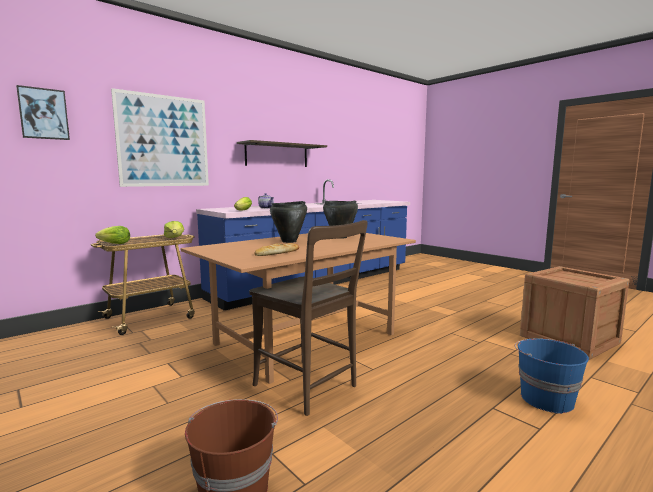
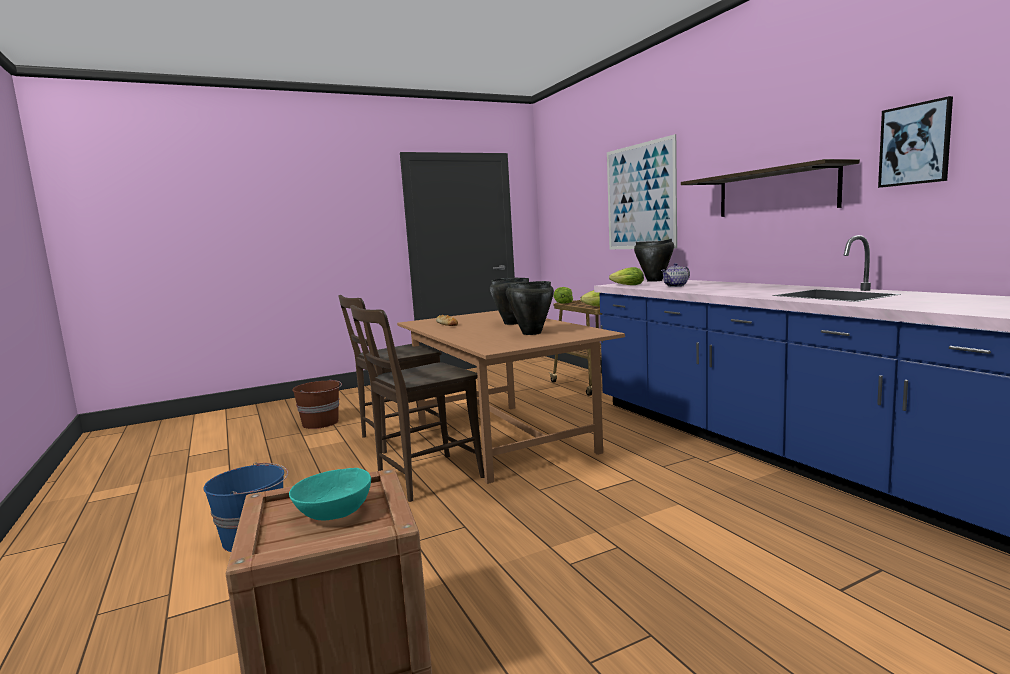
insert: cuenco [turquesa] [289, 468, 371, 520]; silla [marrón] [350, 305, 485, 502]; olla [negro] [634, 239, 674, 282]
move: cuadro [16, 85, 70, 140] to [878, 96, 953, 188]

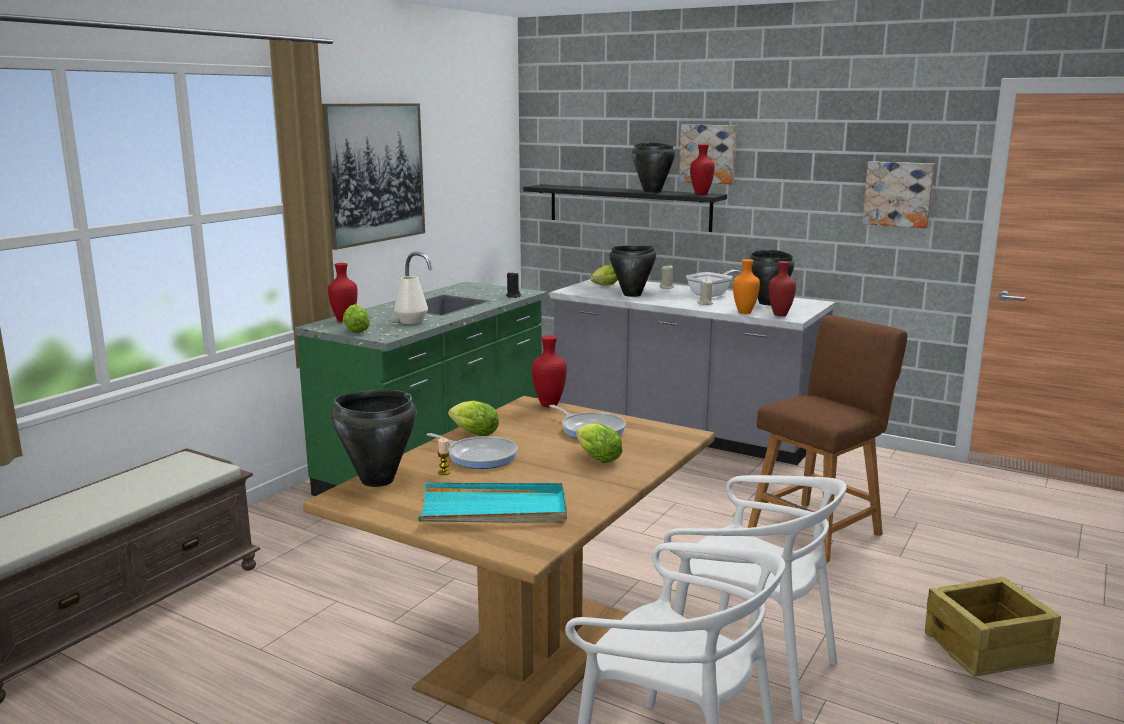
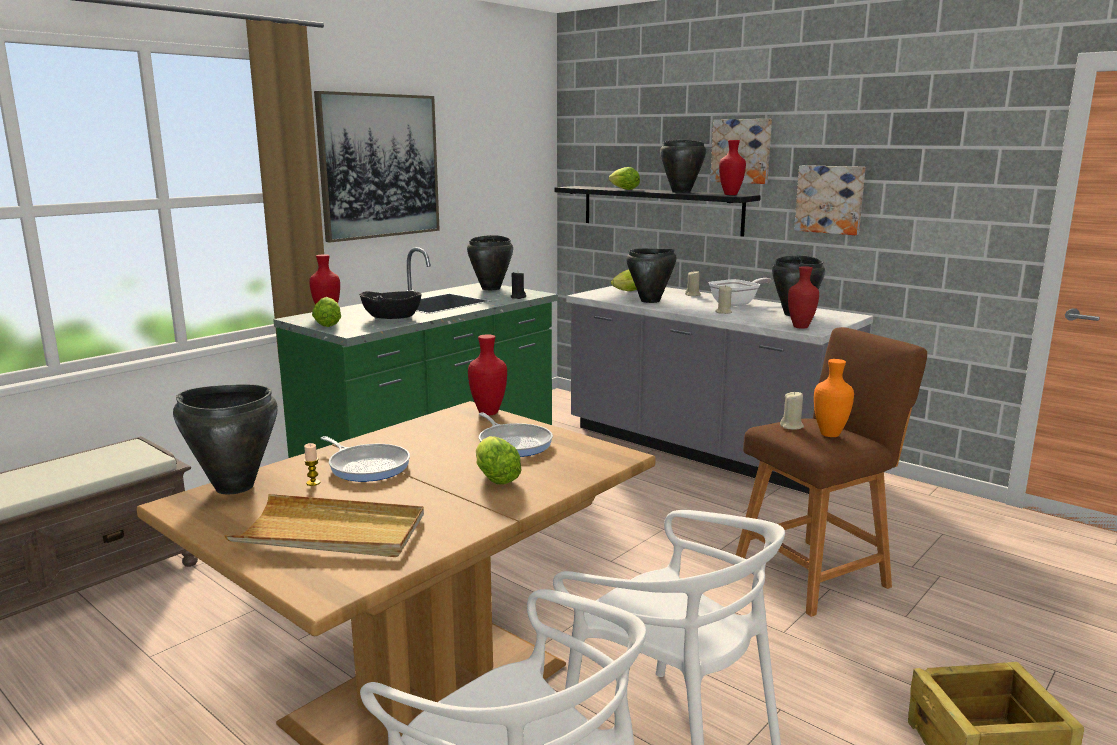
insert: olla [negro] [467, 235, 513, 290]; vela [beis] [780, 391, 804, 430]
move: lechuga [448, 401, 499, 436] to [609, 167, 640, 190]; florero [naranja] [733, 259, 760, 314] to [814, 359, 854, 437]; cuadro [862, 161, 935, 228] to [794, 165, 866, 235]
replace: florero [blanco] [394, 276, 428, 324] to cuenco [negro] [359, 291, 421, 319]
recolor: bandeja [turquesa] [418, 482, 567, 523] to bandeja [beis] [224, 494, 424, 557]

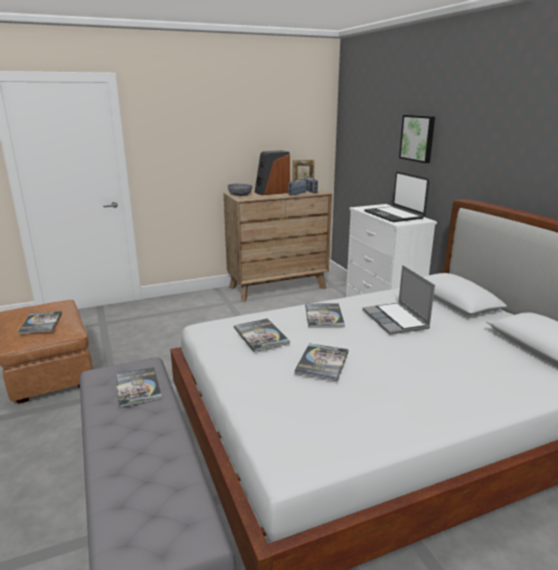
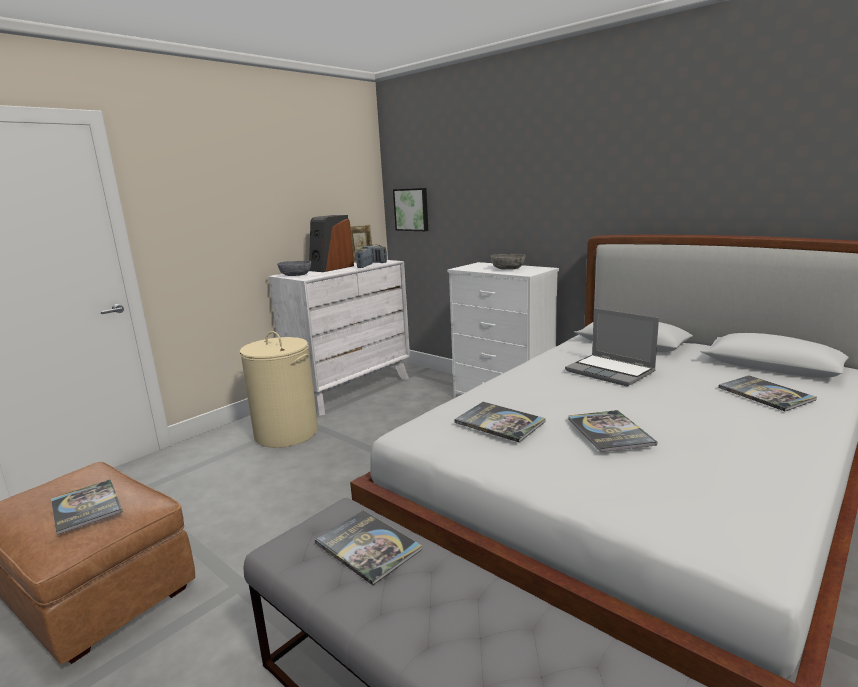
insert: cesto de la ropa [beis] [239, 331, 318, 448]
move: libro [305, 303, 345, 328] to [718, 375, 817, 411]; cuadro [399, 115, 435, 163] to [393, 188, 428, 231]
replace: portátil [364, 171, 429, 222] to cuenco [gris] [491, 254, 526, 270]
recolor: cómoda [marrón] [224, 189, 332, 302] to cómoda [blanco] [268, 260, 410, 416]

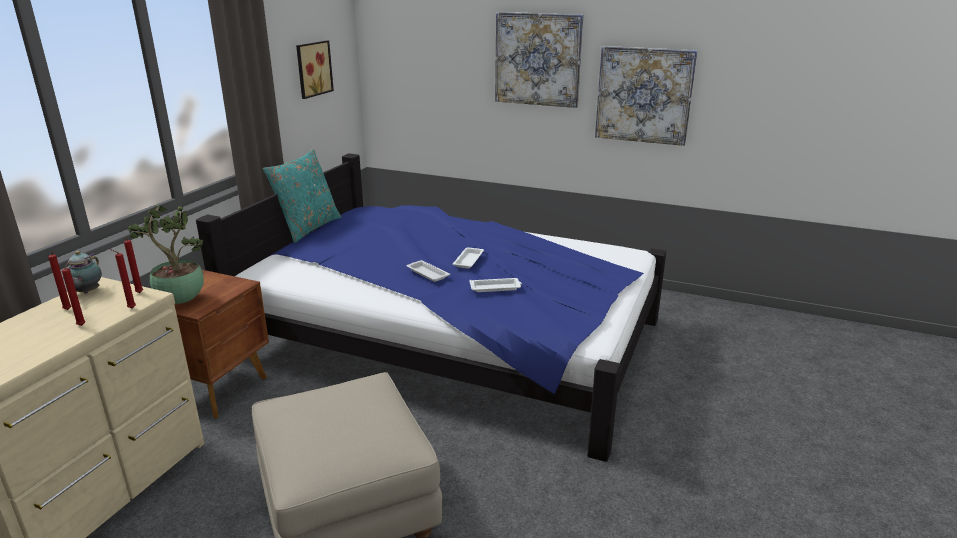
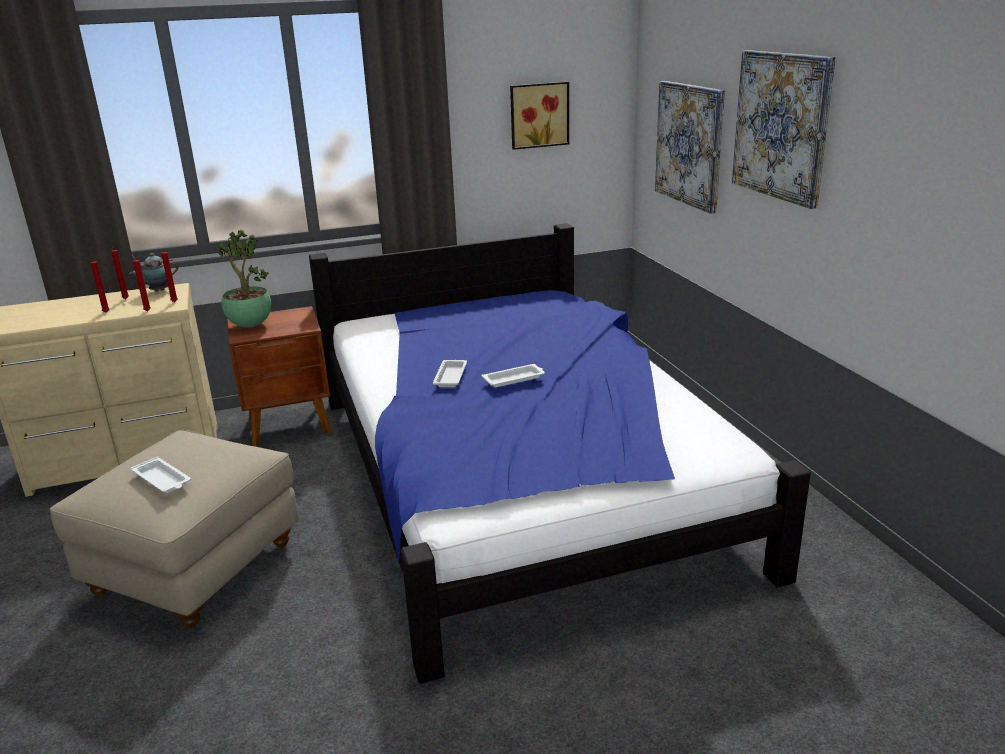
delete: cojín [turquesa] [263, 149, 341, 243]
move: bandeja [blanco] [469, 278, 522, 292] to [131, 456, 191, 493]; cuadro [595, 46, 698, 146] to [655, 81, 725, 214]

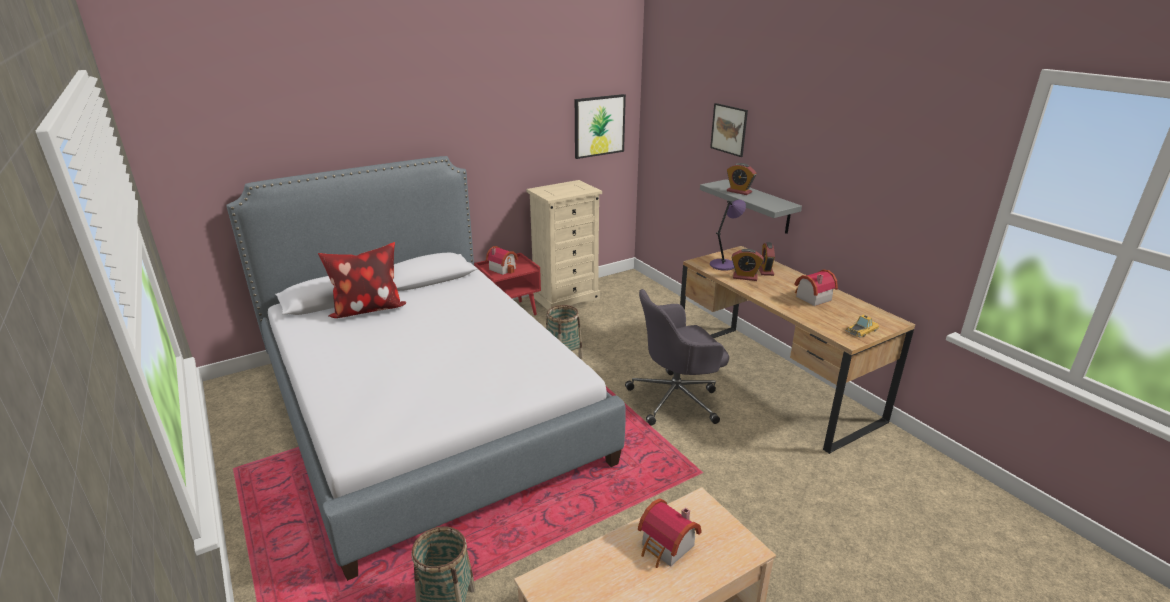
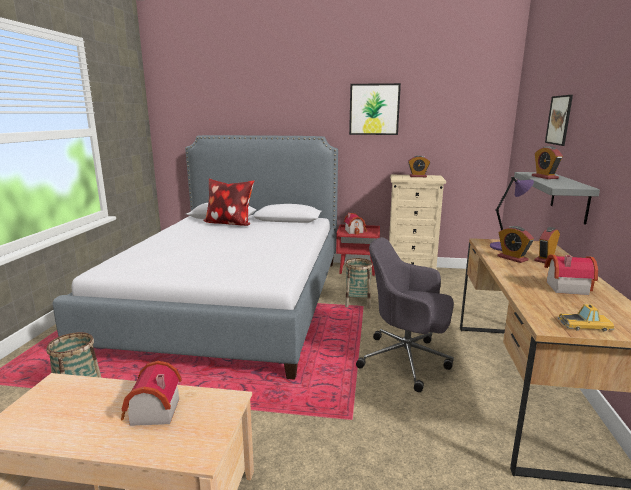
insert: despertador [408, 155, 430, 177]
move: cuadro [575, 94, 626, 159] to [349, 83, 401, 135]

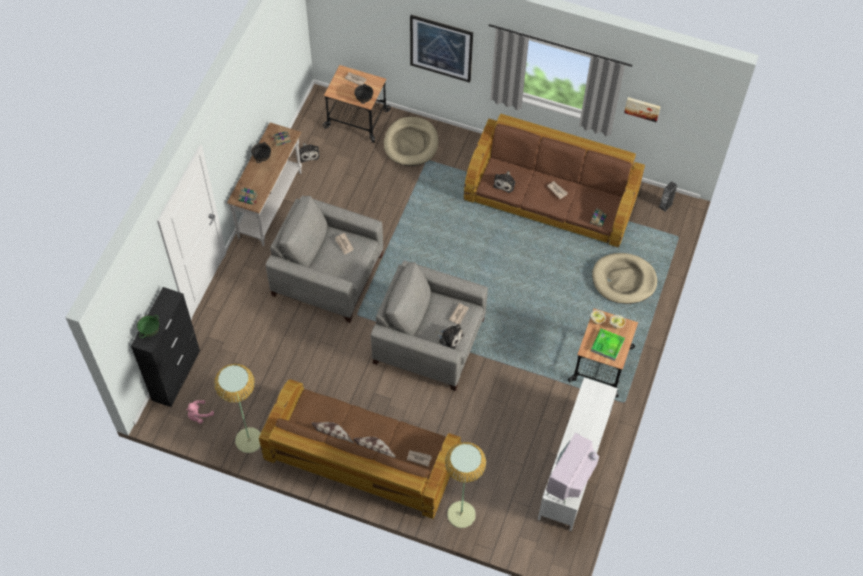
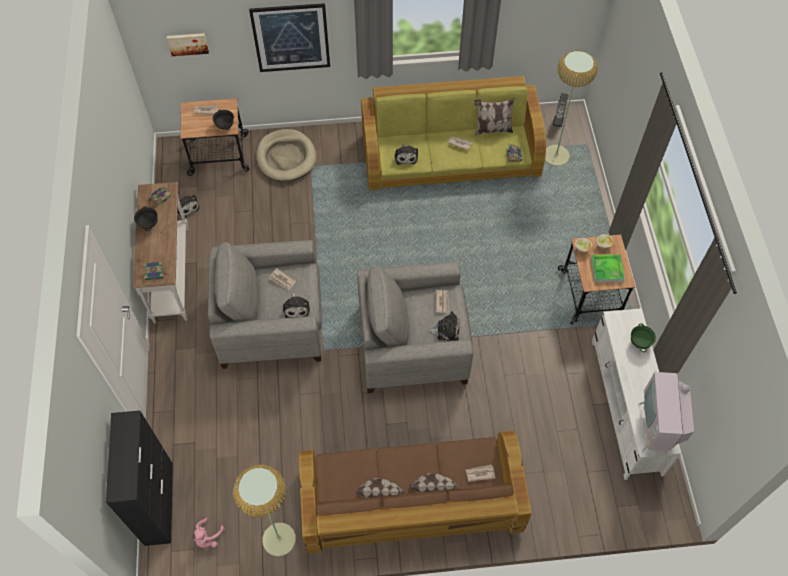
delete: cama para perro [beis] [592, 253, 657, 304]
insert: peluche [283, 292, 310, 318]; cojín [474, 98, 514, 136]
move: cuenco [verde] [137, 315, 159, 338] to [631, 323, 656, 352]; lámpara de pie [445, 442, 486, 528] to [545, 50, 598, 166]; cuadro [624, 97, 661, 122] to [167, 33, 209, 56]
recolor: sofá [marrón] [464, 114, 645, 248] to sofá [verde] [361, 76, 546, 191]

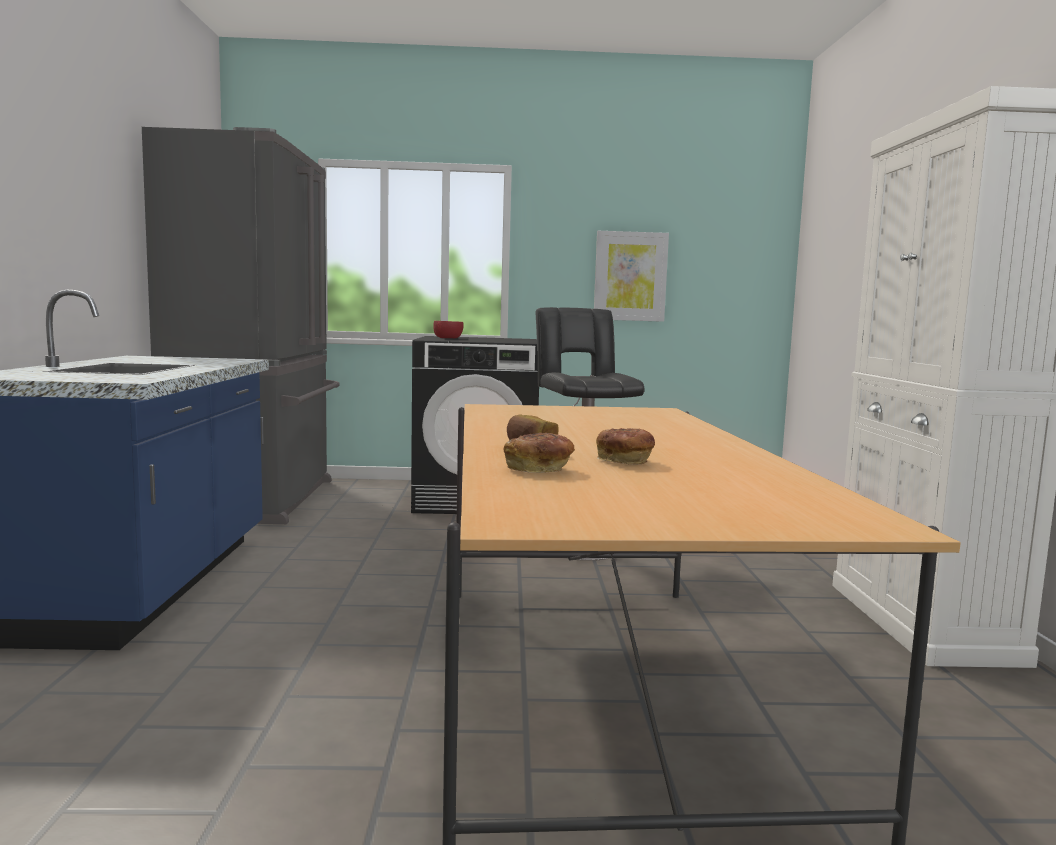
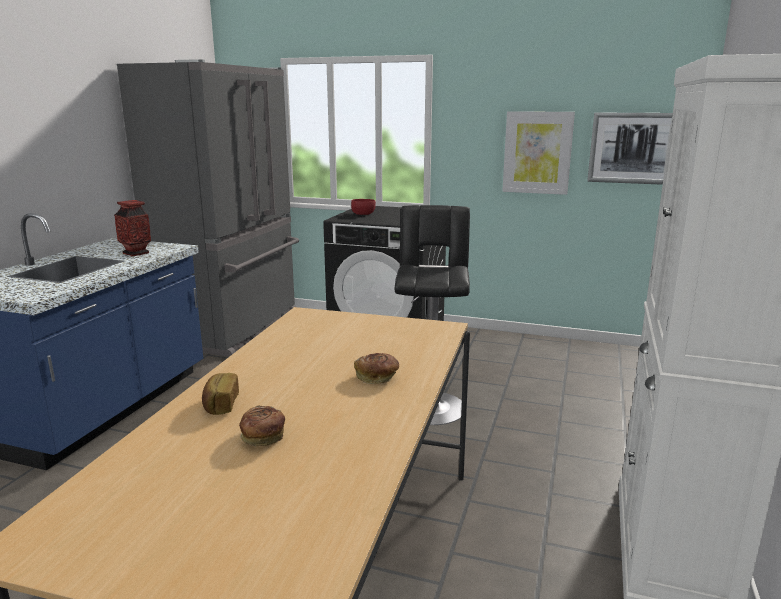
insert: florero [114, 200, 151, 256]; cuadro [587, 113, 673, 185]
move: pan [504, 433, 575, 473] to [354, 353, 399, 384]

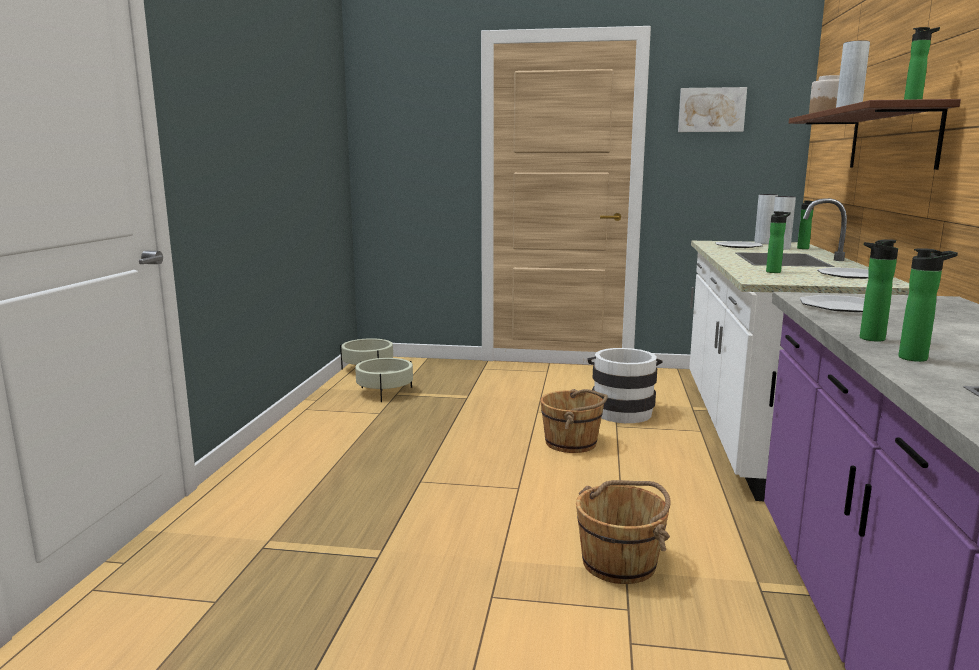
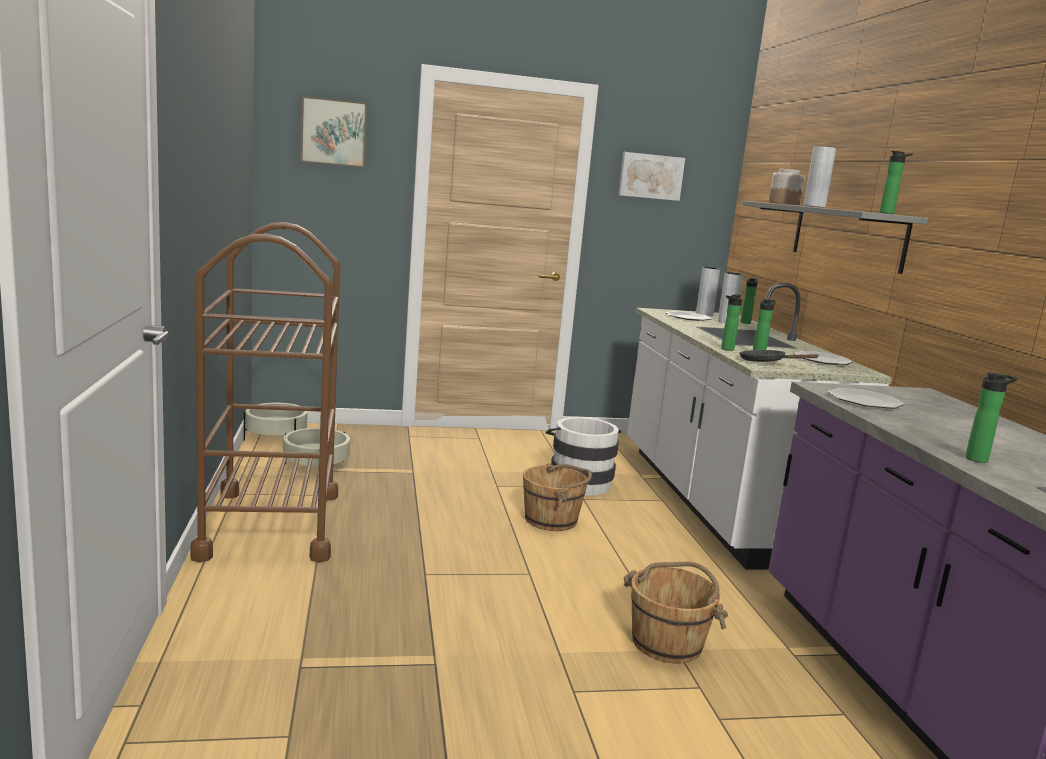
insert: carrito [marrón] [190, 222, 340, 562]; cuadro [300, 96, 367, 168]; sartén [negro] [740, 350, 820, 362]
move: botella [860, 239, 898, 342] to [721, 294, 742, 351]
recolor: estante [marrón] [789, 99, 961, 170] to estante [gris] [742, 201, 928, 274]

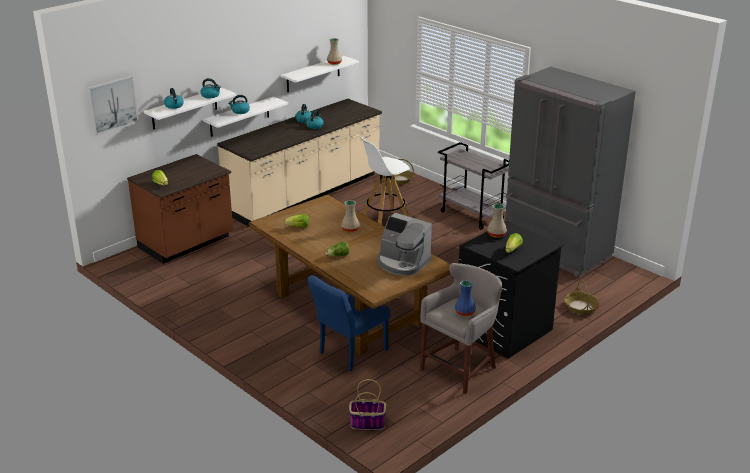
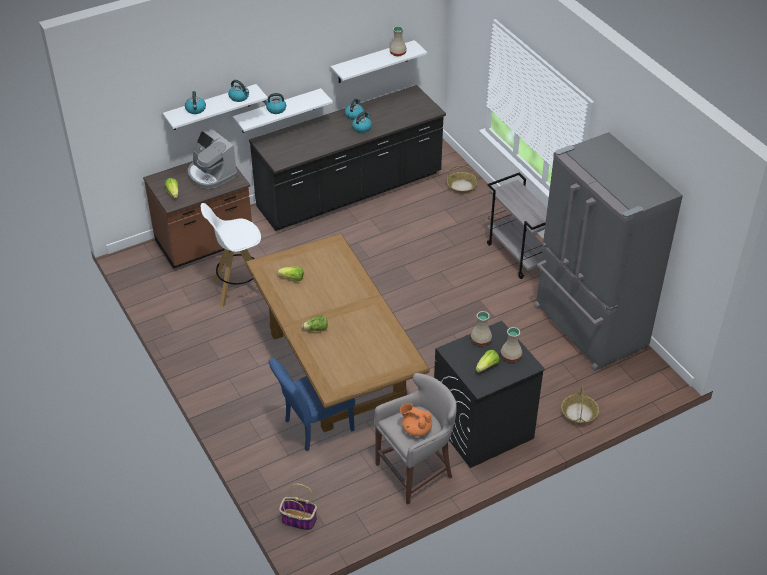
delete: cuadro [88, 76, 139, 135]
move: florero [beis] [341, 200, 360, 232] to [501, 327, 522, 361]; taburete [blanco] [361, 137, 410, 224] to [200, 203, 263, 307]; cafetera [377, 213, 432, 276] to [188, 128, 238, 189]
replace: florero [azul] [455, 280, 476, 316] to tetera [naranja] [400, 403, 432, 436]
recolor: mueble bajo de cocina [beis] [217, 99, 382, 227] to mueble bajo de cocina [negro] [249, 85, 446, 231]

